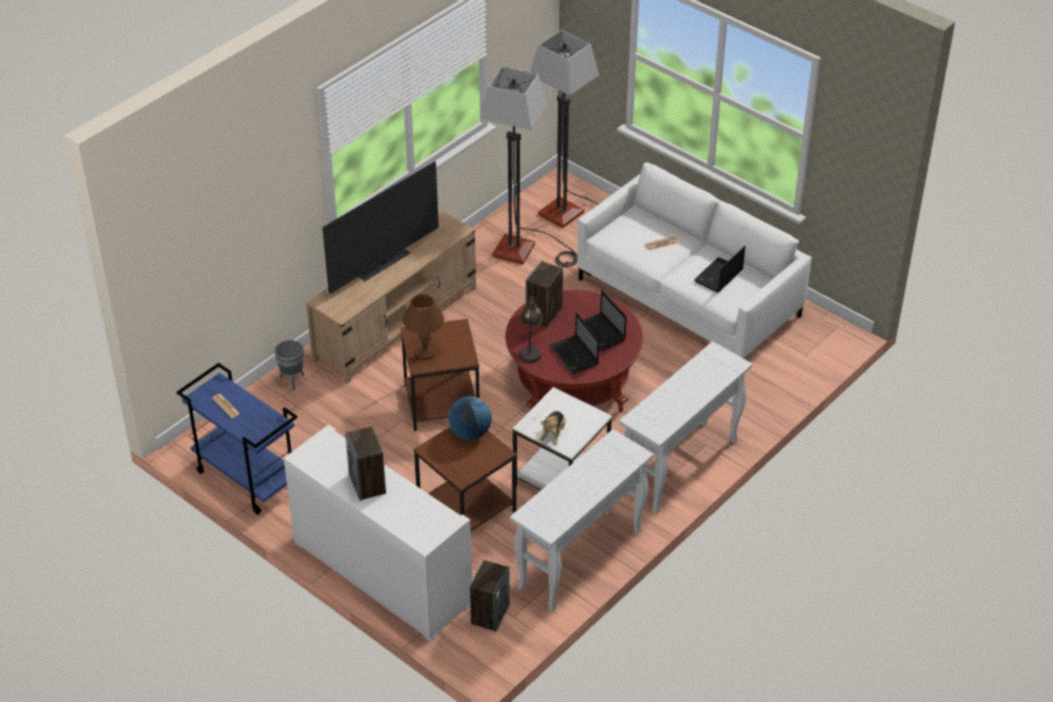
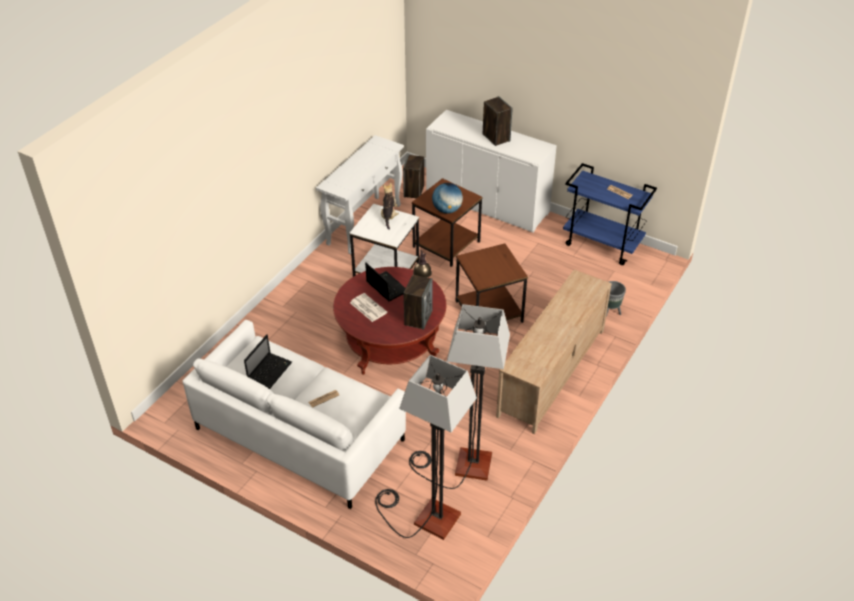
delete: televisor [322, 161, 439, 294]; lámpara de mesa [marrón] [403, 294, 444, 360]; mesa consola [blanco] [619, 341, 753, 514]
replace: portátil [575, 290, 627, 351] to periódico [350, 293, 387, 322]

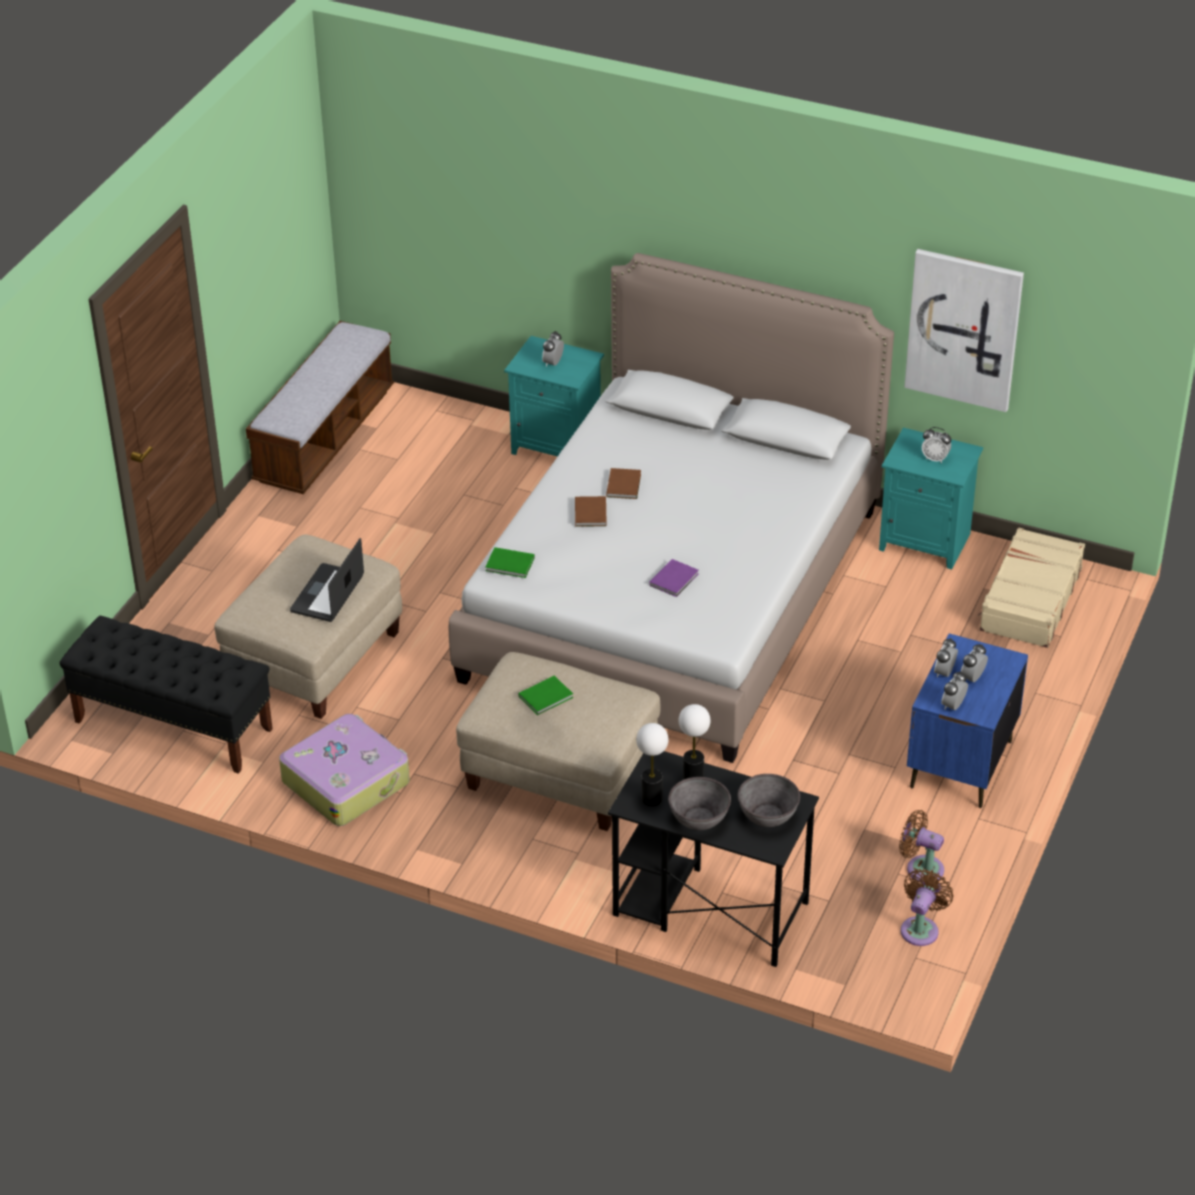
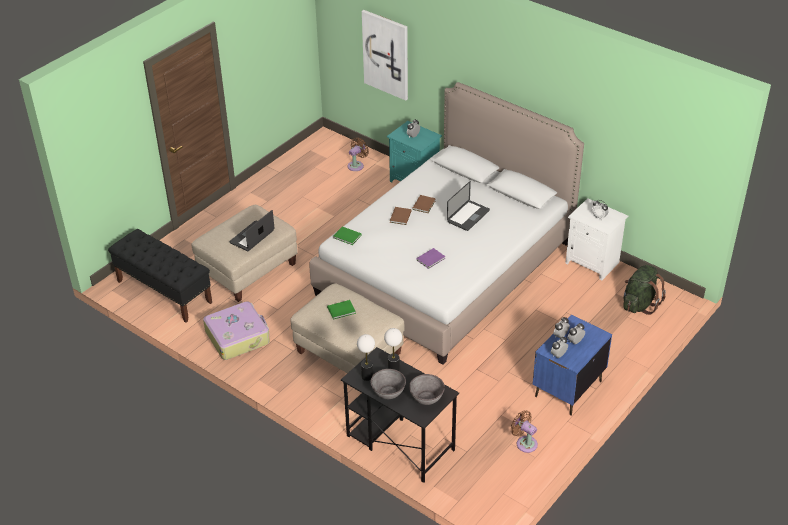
delete: banco [246, 321, 394, 494]
insert: portátil [447, 181, 490, 231]
move: ventilador [marrón] [901, 869, 954, 946] to [348, 138, 369, 171]; cuadro [904, 249, 1024, 412] to [362, 10, 408, 100]
replace: maleta [beis] [978, 527, 1085, 648] to mochila [verde] [623, 265, 666, 315]
recolor: mesita de noche [turquesa] [879, 428, 983, 569] to mesita de noche [blanco] [565, 198, 628, 280]

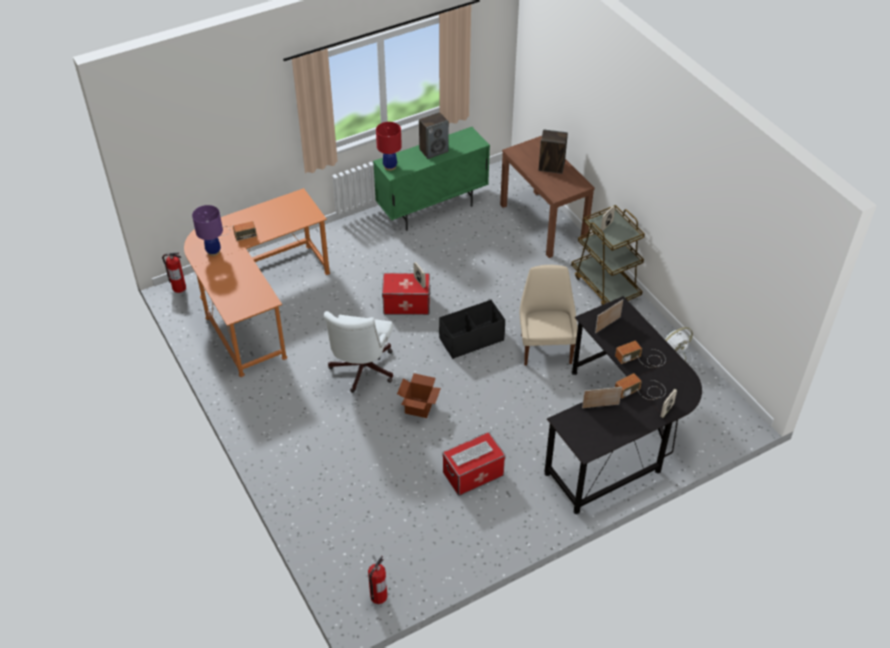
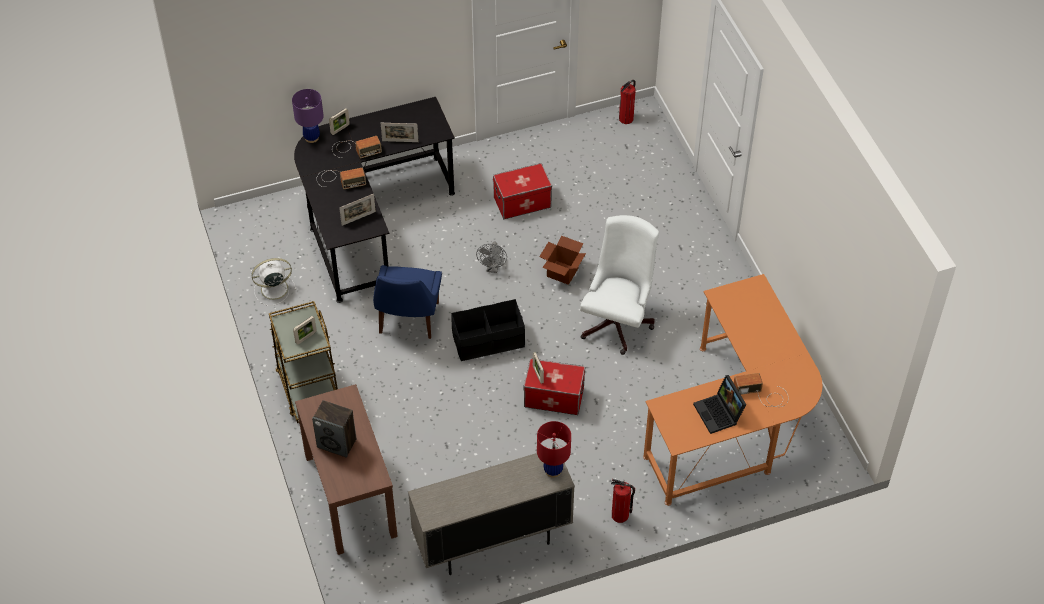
delete: altavoz [419, 112, 449, 159]; teclado [451, 441, 493, 466]
insert: ventilador [gris] [476, 242, 507, 273]; portátil [693, 375, 746, 434]
move: extintor [162, 253, 186, 293] to [611, 479, 635, 523]; lámpara de mesa [morado] [192, 205, 223, 256] to [292, 89, 324, 143]
recolor: armario [verde] [373, 127, 490, 231] to armario [beis] [408, 447, 575, 575]; silla [beis] [520, 265, 578, 366] to silla [azul] [373, 265, 442, 339]

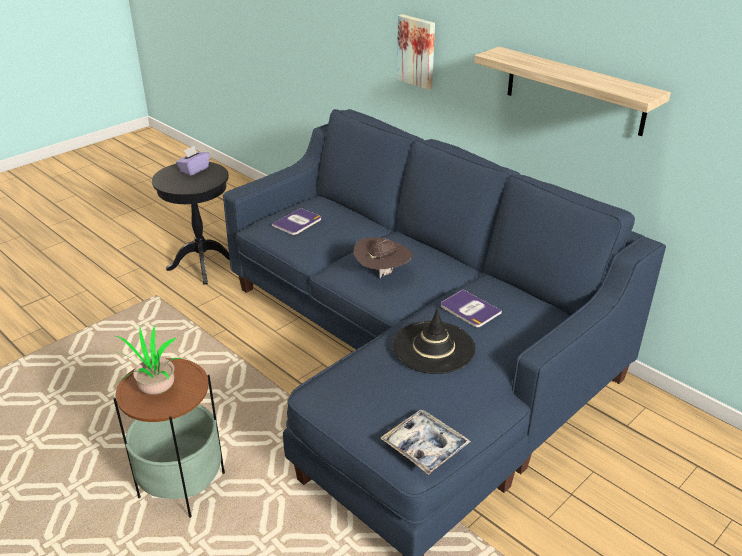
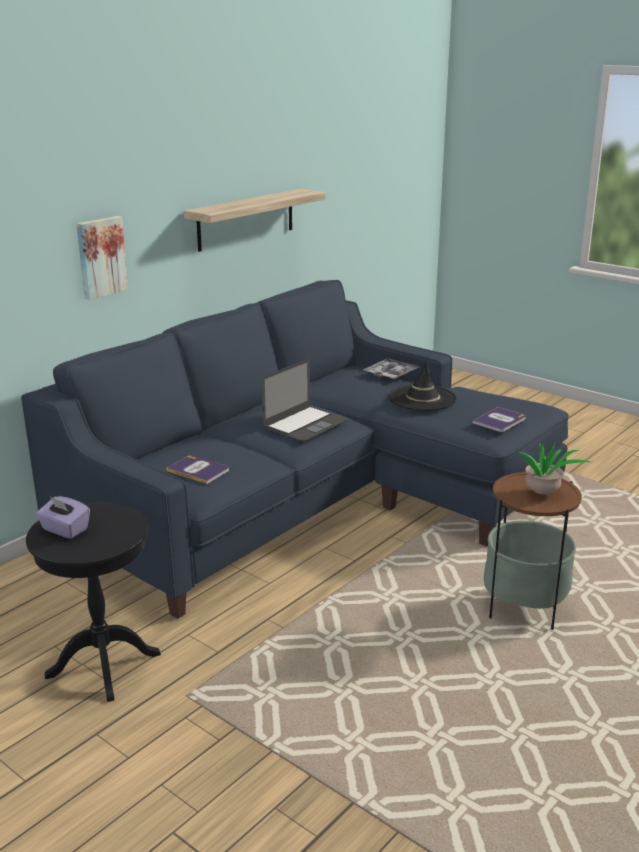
move: bandeja [380, 410, 471, 475] to [363, 358, 420, 379]; libro [441, 290, 502, 327] to [473, 407, 526, 432]
replace: sombrero [marrón] [353, 237, 413, 278] to portátil [262, 359, 348, 442]

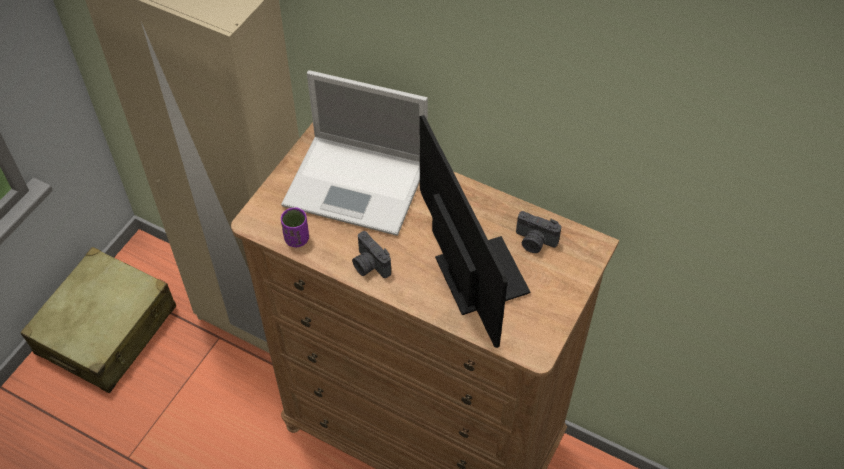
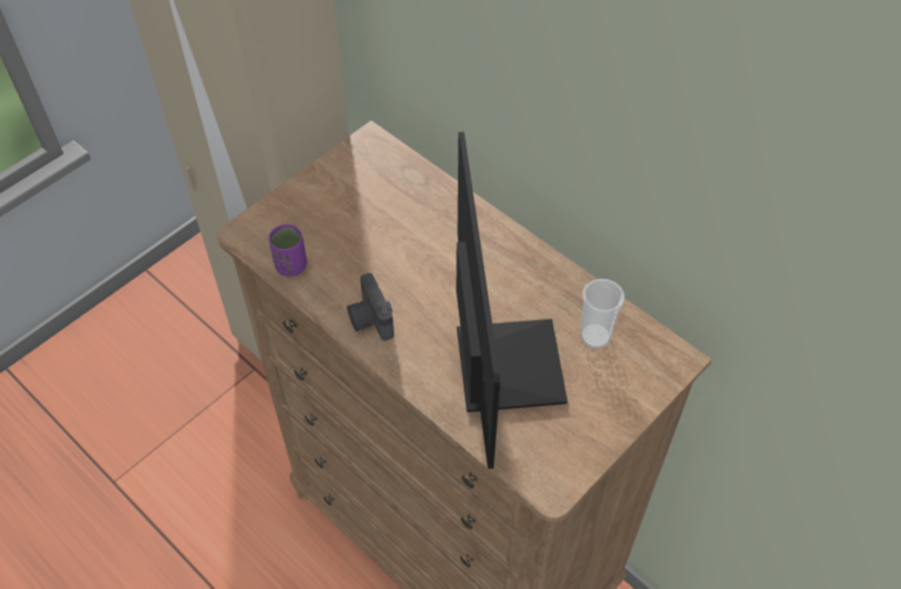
delete: maleta [beis] [20, 247, 176, 393]; portátil [281, 70, 428, 236]
replace: cámara [516, 211, 561, 253] to taza [580, 279, 625, 349]

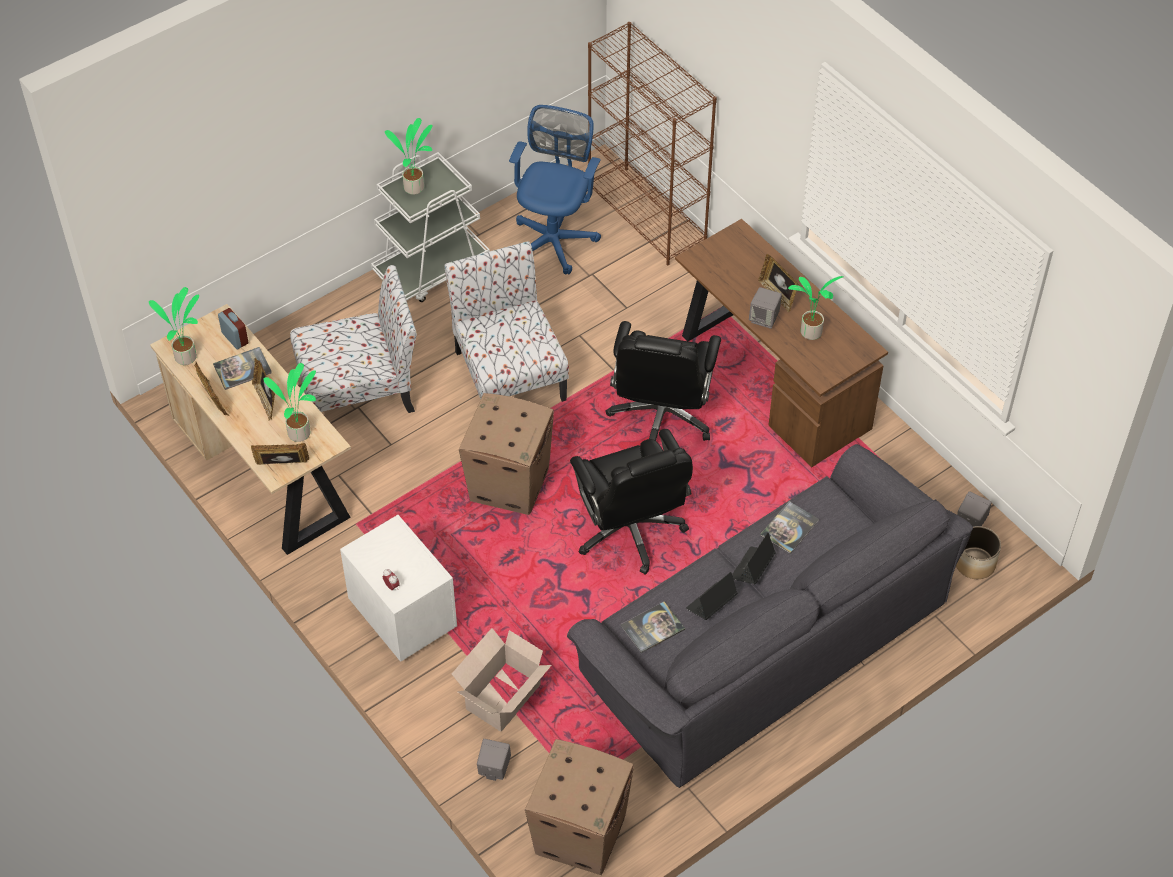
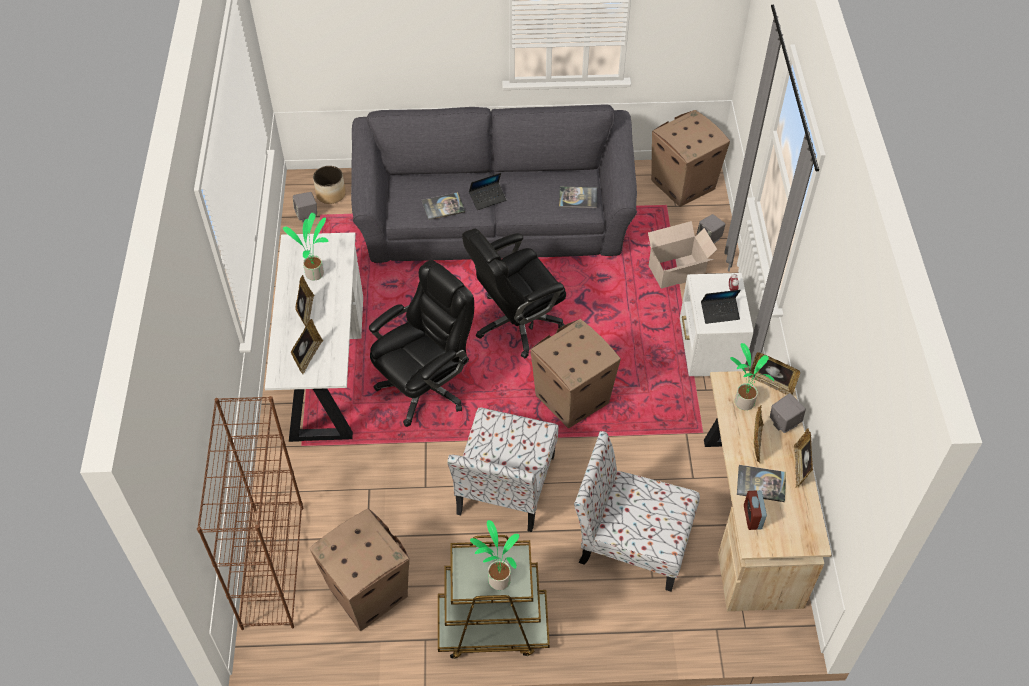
delete: planta en maceta [149, 287, 199, 365]
insert: portarretratos [291, 319, 323, 374]
move: portátil [686, 572, 737, 620] to [701, 290, 741, 324]; altavoz [gris] [749, 287, 782, 329] to [770, 393, 806, 433]
replace: silla de oficina [azul] [509, 105, 601, 274] to caja de cartón [309, 509, 409, 631]
recolor: carrito [blanco] [371, 152, 490, 302] to carrito [marrón] [438, 535, 550, 659]; escritorio [marrón] [675, 219, 888, 467] to escritorio [blanco] [265, 232, 363, 442]
rotate: silla de oficina [negro] [570, 429, 693, 575] = [462, 229, 566, 358] 135 degrees counterclockwise

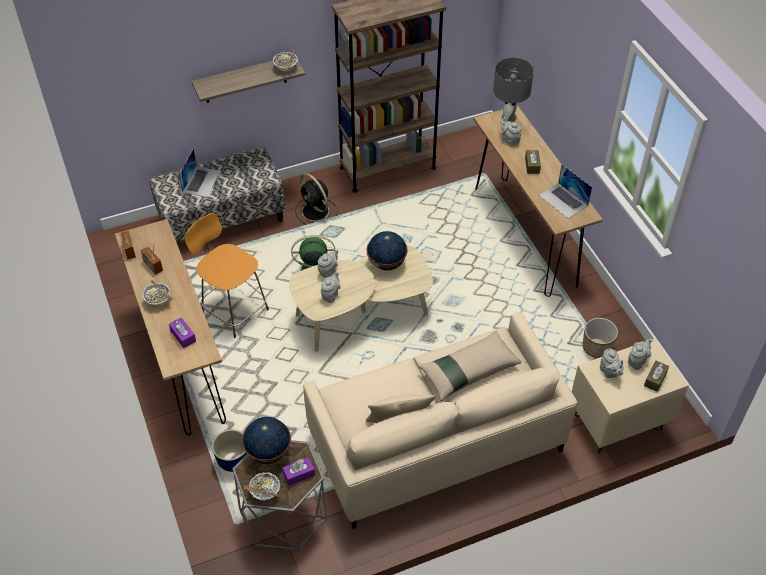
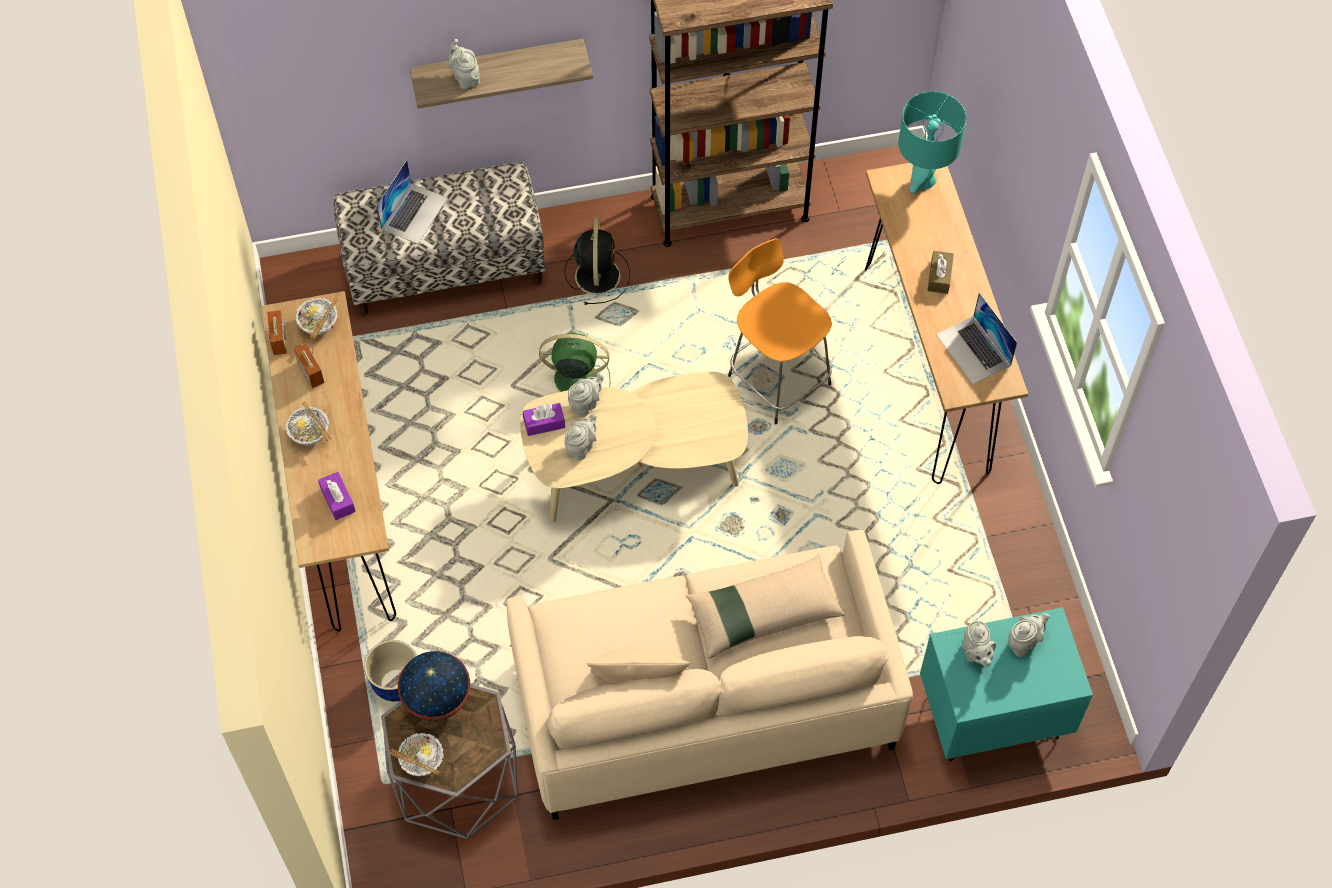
delete: globo terráqueo [367, 231, 408, 271]; maceta [583, 318, 618, 358]; caja de pañuelos [marrón] [644, 360, 669, 392]
move: taburete [naranja] [185, 213, 269, 338] to [728, 238, 832, 424]; cuenco [273, 51, 298, 72] to [295, 298, 338, 339]; caja de pañuelos [morado] [282, 457, 315, 486] to [523, 403, 565, 436]; tetera [gris] [500, 117, 521, 146] to [448, 39, 480, 89]
recolor: lámpara de mesa [gris] [493, 57, 534, 122] to lámpara de mesa [turquesa] [898, 91, 966, 194]; mesita de noche [beis] [572, 338, 689, 453] to mesita de noche [turquesa] [920, 607, 1093, 762]
rotate: ventilador [negro] [295, 173, 338, 225] = [565, 217, 630, 305] 150 degrees counterclockwise

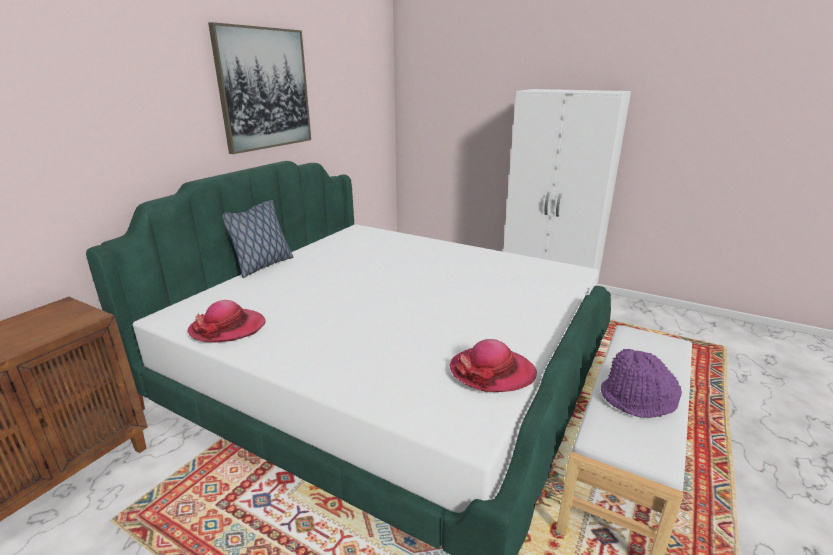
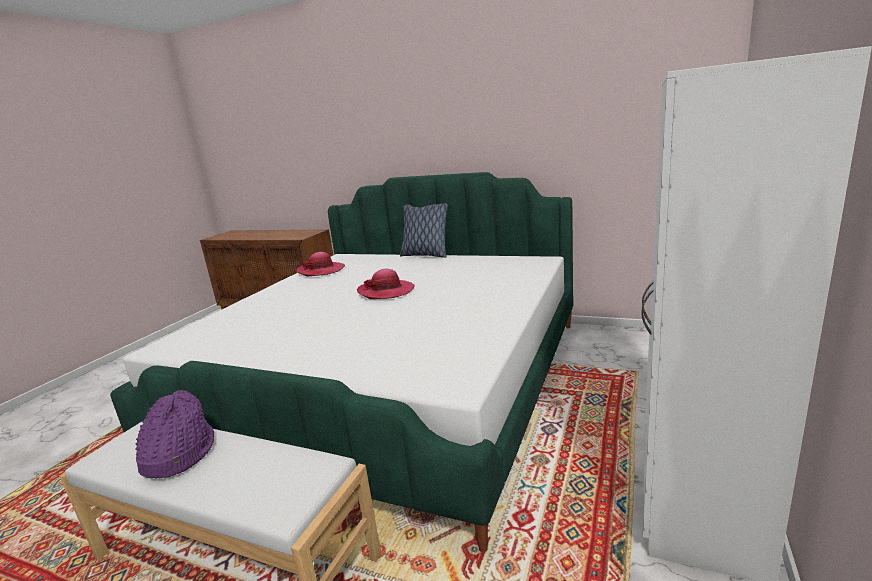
delete: cuadro [208, 22, 311, 154]
move: sombrero [449, 339, 537, 392] to [357, 269, 415, 299]

